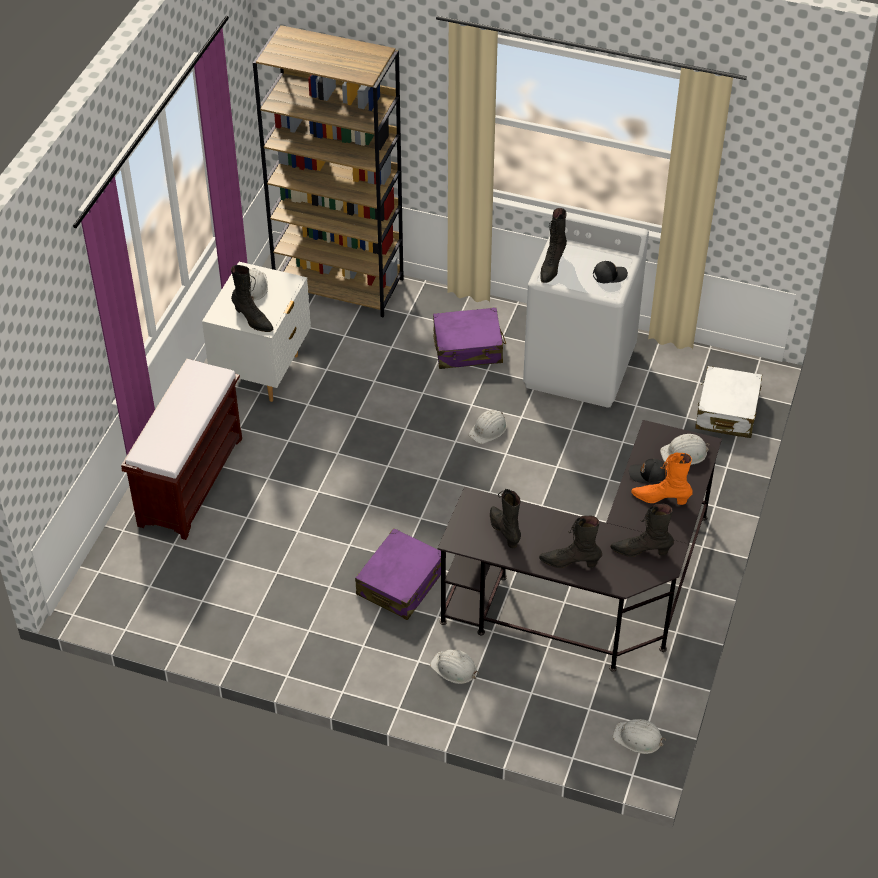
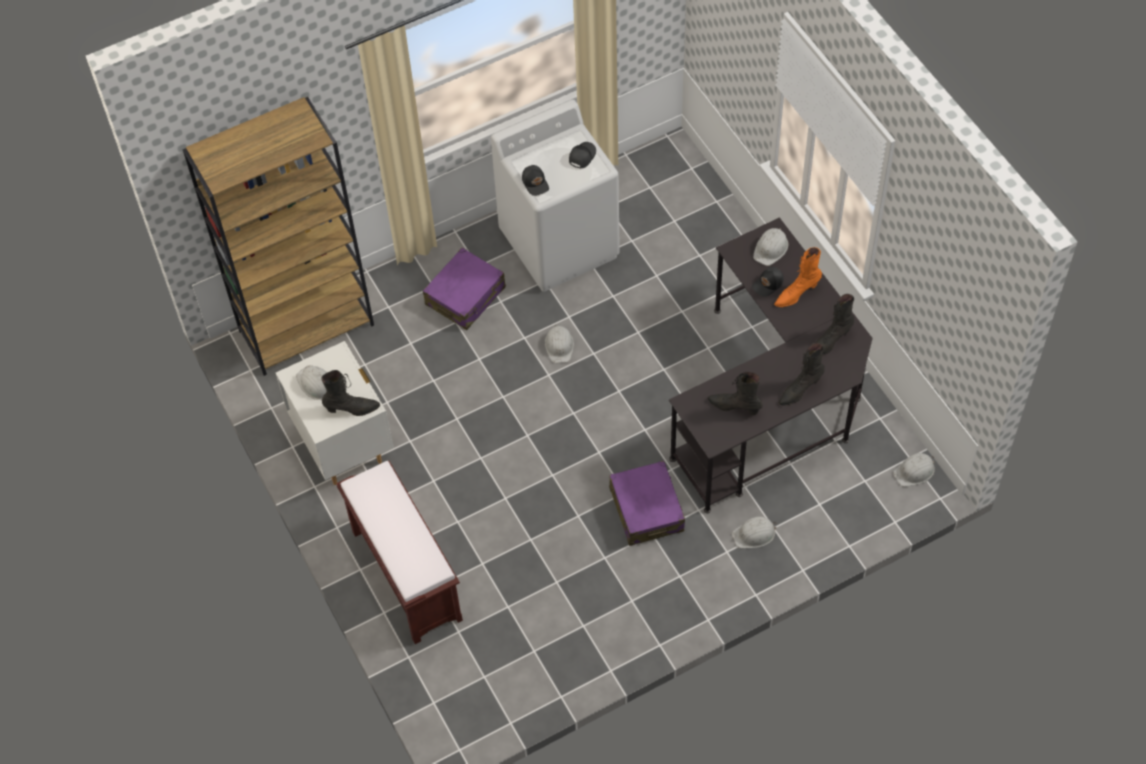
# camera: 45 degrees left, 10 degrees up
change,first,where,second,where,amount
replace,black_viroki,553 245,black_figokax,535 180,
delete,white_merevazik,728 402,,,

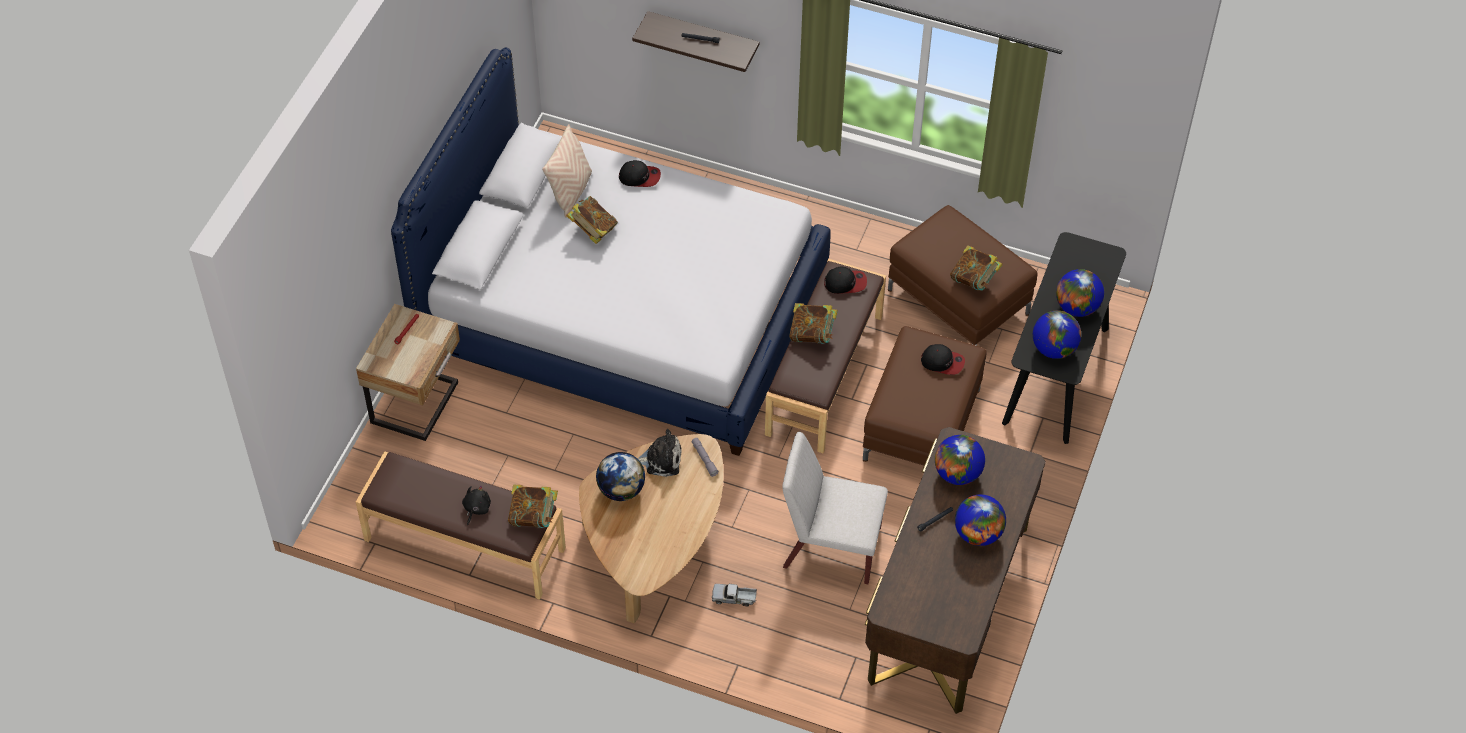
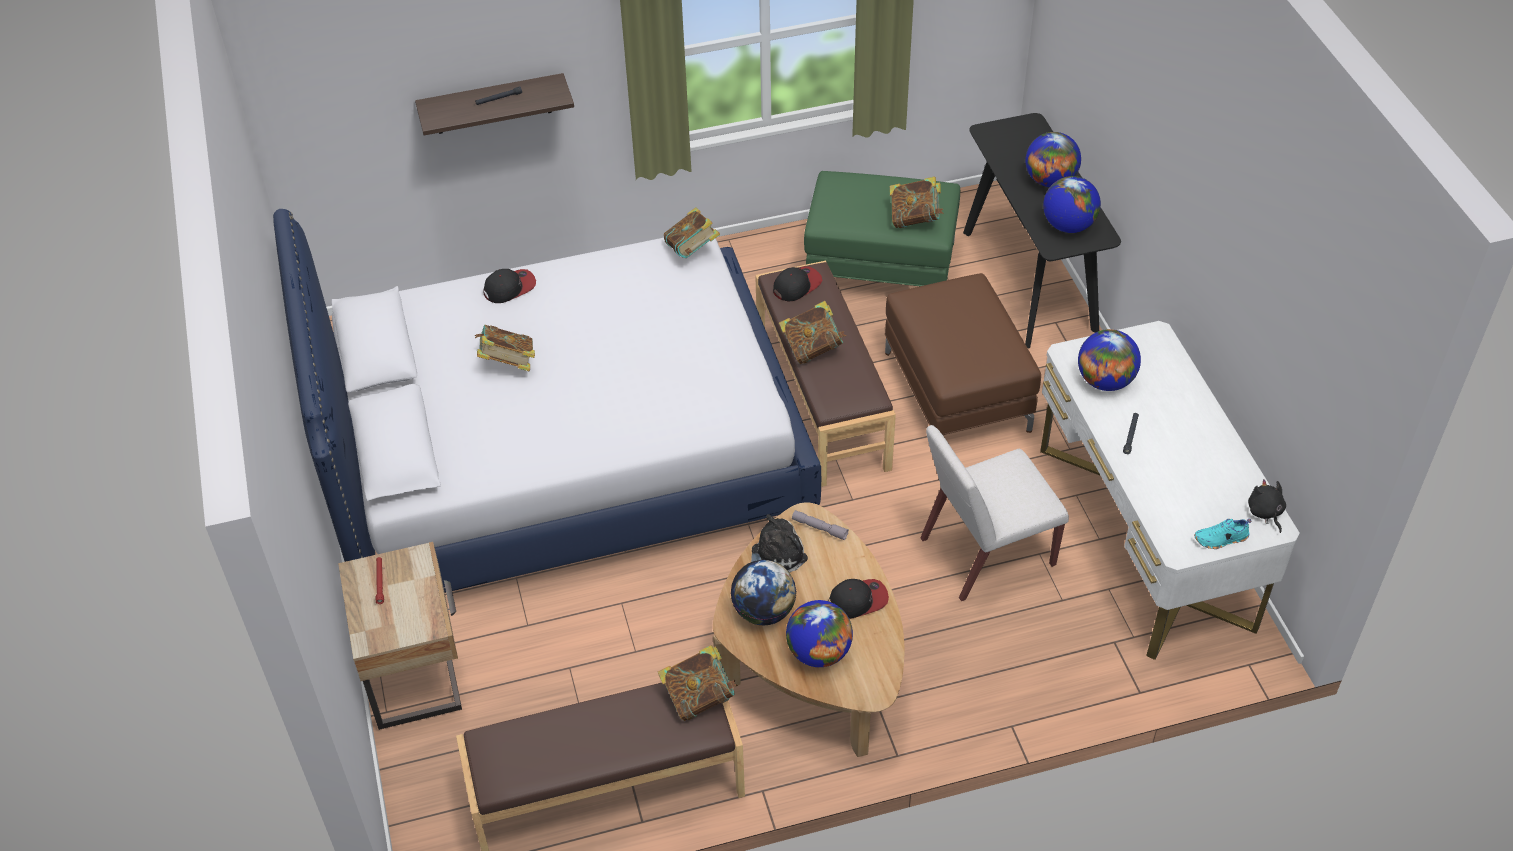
# camera: 35 degrees left, 5 degrees down
change,first,where,second,where,amount
insert,,,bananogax,692 232,
move,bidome,980 520,,819 633,
recolor,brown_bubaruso,962 275,green_bubaruso,882 228,
move,figokax,943 359,,859 599,
recolor,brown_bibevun,955 570,white_bibevun,1170 490,
insert,,,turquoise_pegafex,1223 534,
move,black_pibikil,476 505,,1267 506,
delete,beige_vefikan,567 171,,,
delete,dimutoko,734 595,,,

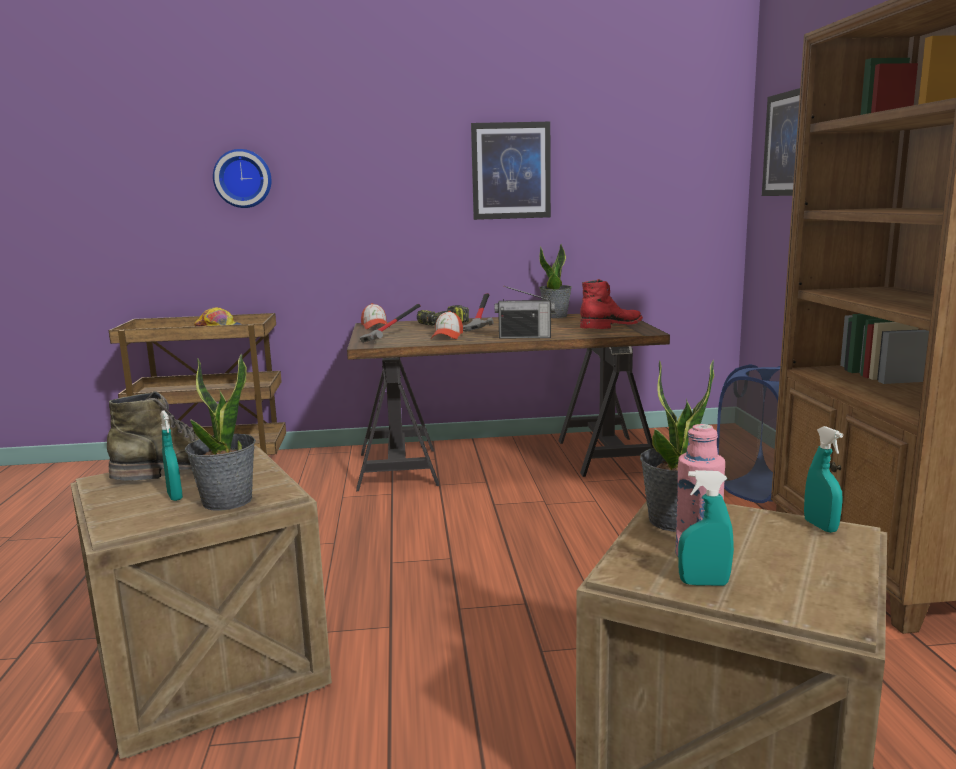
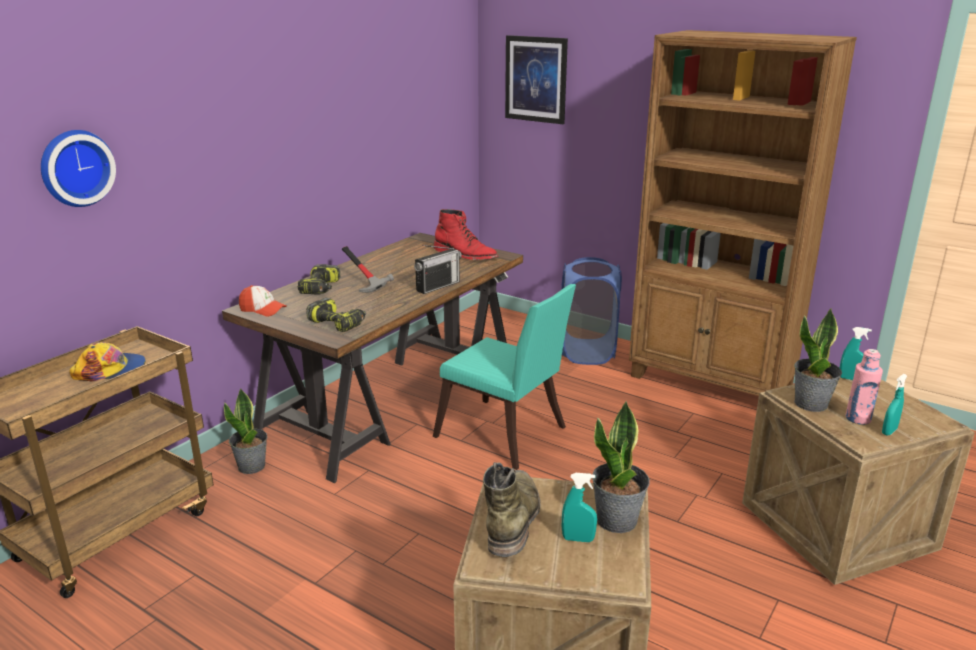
# camera: 50 degrees left, 10 degrees up
change,first,where,second,where,amount
move,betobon,555 280,,245 431,
replace,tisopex,390 323,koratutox,336 315,
insert,,,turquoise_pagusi,504 377,
rotate,red_viroki,611 304,,466 234,120 degrees clockwise
delete,figokax,447 325,,,
delete,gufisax,511 171,,,

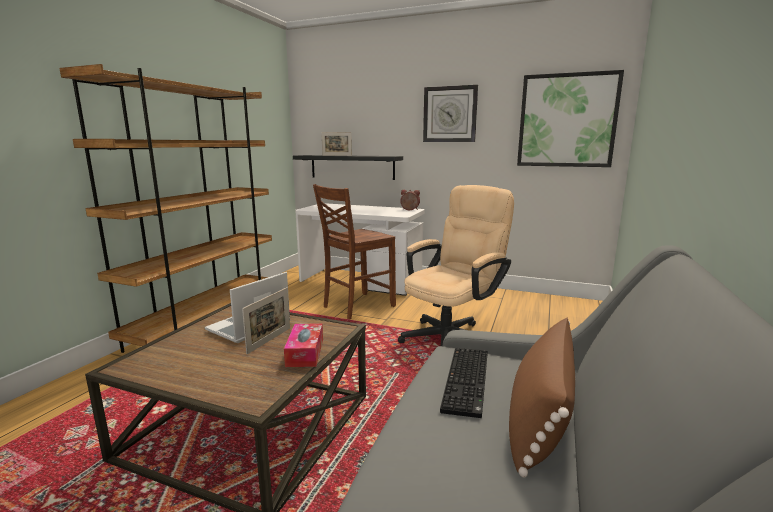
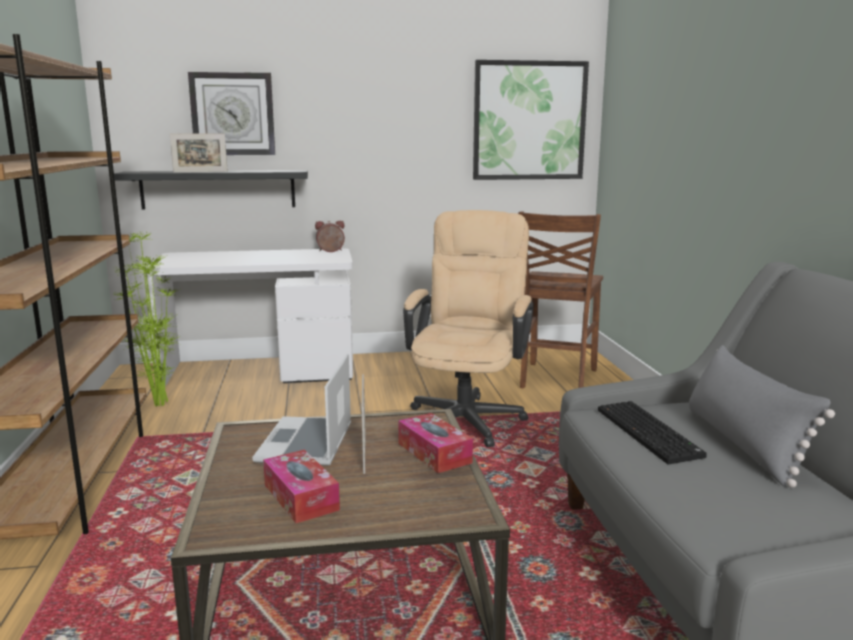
# camera: 30 degrees left, 0 degrees up
change,first,where,second,where,amount
insert,,,betobon,146 319,
move,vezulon,450 113,,231 113,
insert,,,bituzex,301 486,
move,brown_pagusi,354 252,,560 299,
recolor,brown_vefikan,542 398,grey_vefikan,762 416,

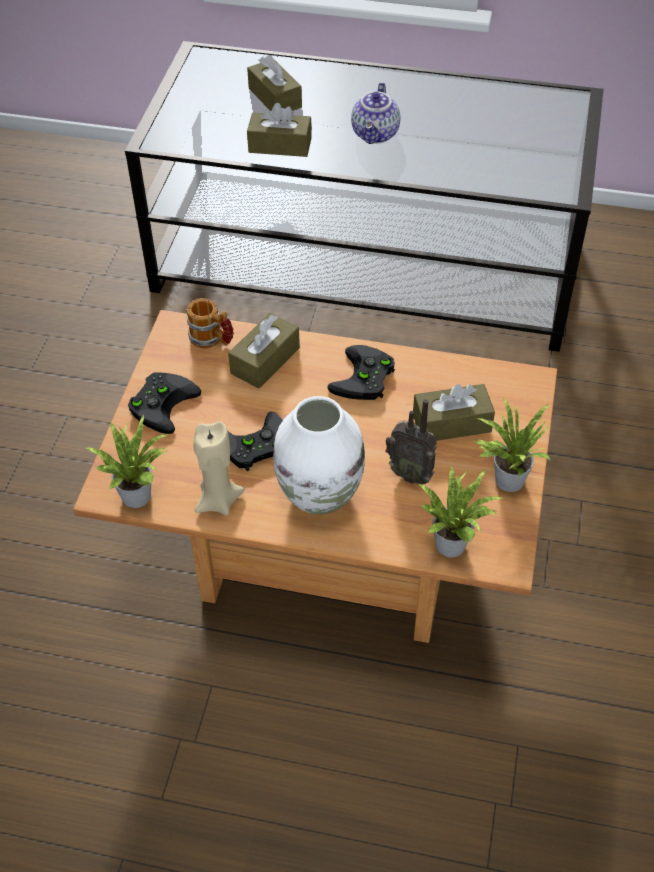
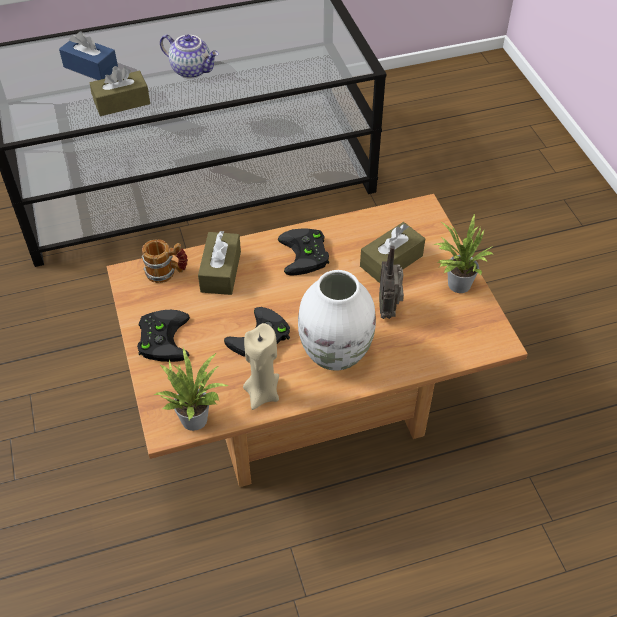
# camera: 30 degrees left, 0 degrees up
change,first,where,second,where,amount
recolor,brown_bituzex,274 83,blue_bituzex,88 55,
rotate,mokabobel,375 113,,189 56,45 degrees counterclockwise
rotate,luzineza,411 441,,391 282,90 degrees clockwise
delete,betobon,460 511,,,

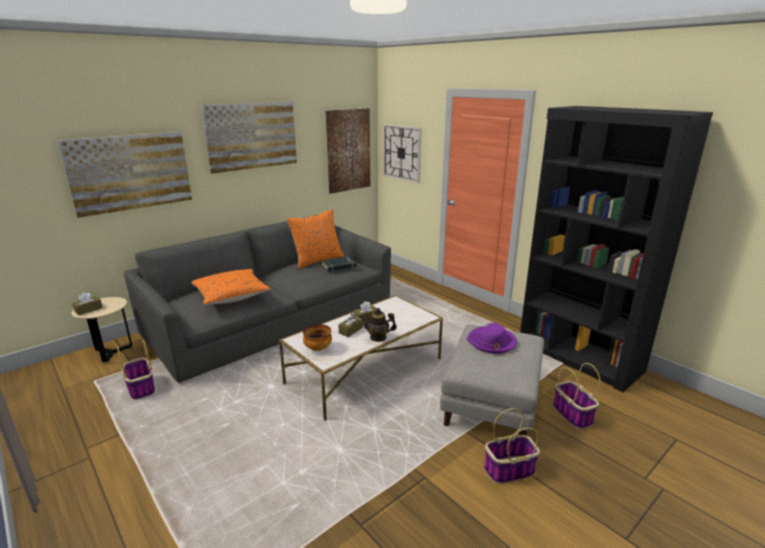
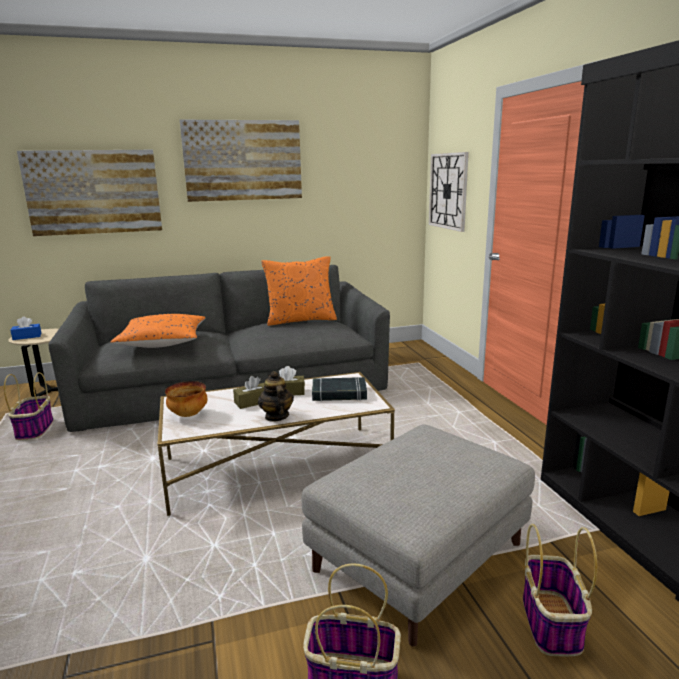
# camera: 25 degrees right, 5 degrees down
change,first,where,second,where,amount
recolor,brown_bituzex,87 303,blue_bituzex,25 328,
rotate,mokabobel,378 325,,276 396,45 degrees clockwise
move,black_bananogax,338 264,,339 389,
delete,gufisax,347 151,,,
delete,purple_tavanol,492 338,,,

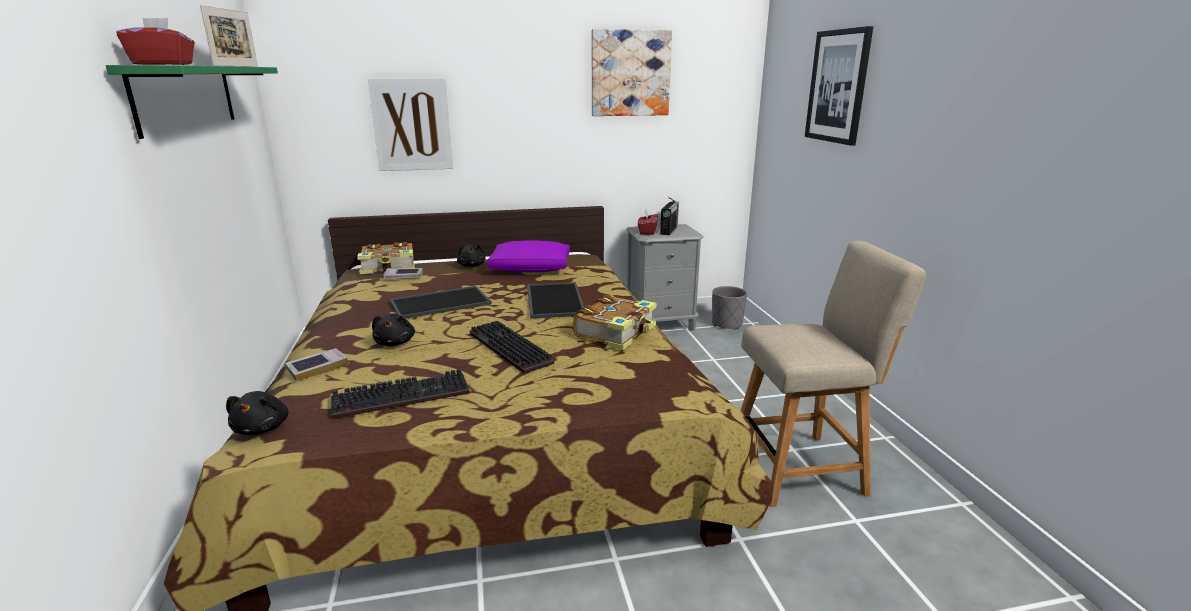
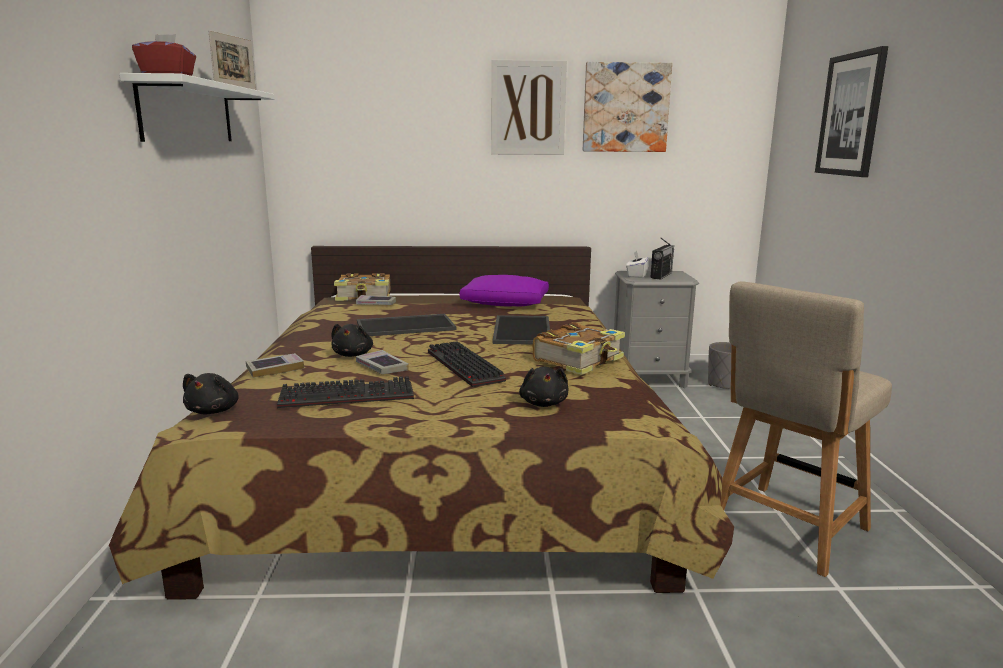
# camera: 10 degrees right, 5 degrees down
change,first,where,second,where,amount
recolor,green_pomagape,192 102,white_pomagape,197 107,
insert,,,bananogax,382 362,
move,gufisax,410 124,,529 107,
move,black_pibikil,471 256,,544 387,
recolor,red_bituzex,648 222,white_bituzex,638 264,
rotate,beige_pagusi,833 374,,806 429,135 degrees clockwise

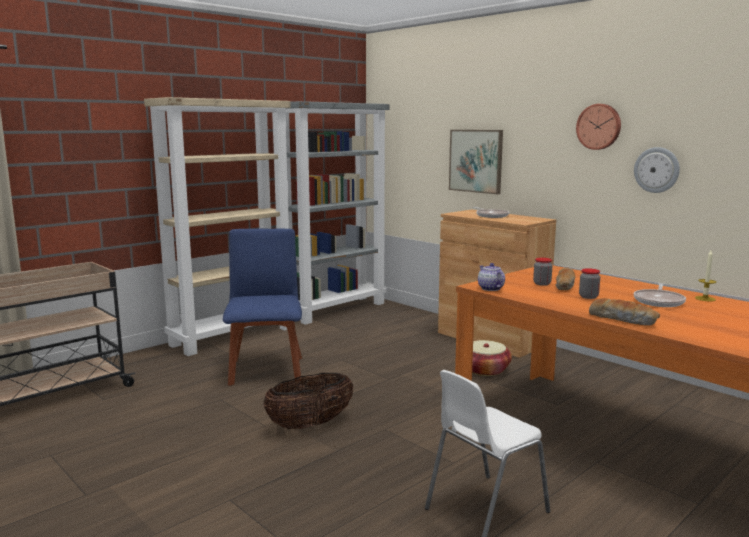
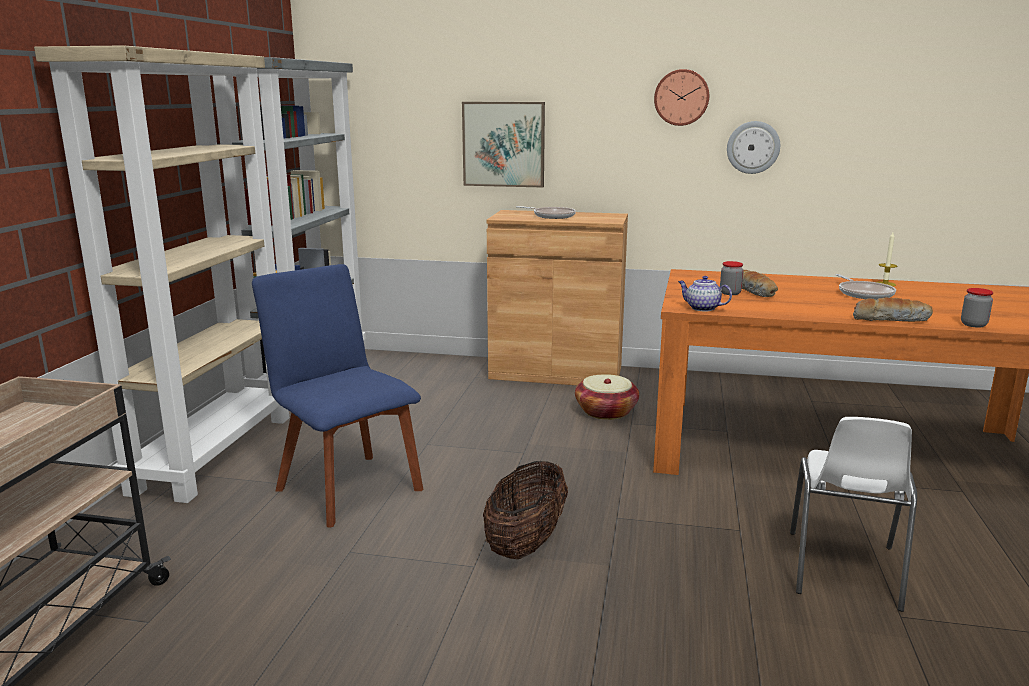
# camera: 35 degrees left, 5 degrees up
change,first,where,second,where,amount
move,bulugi,589 283,,977 308,

